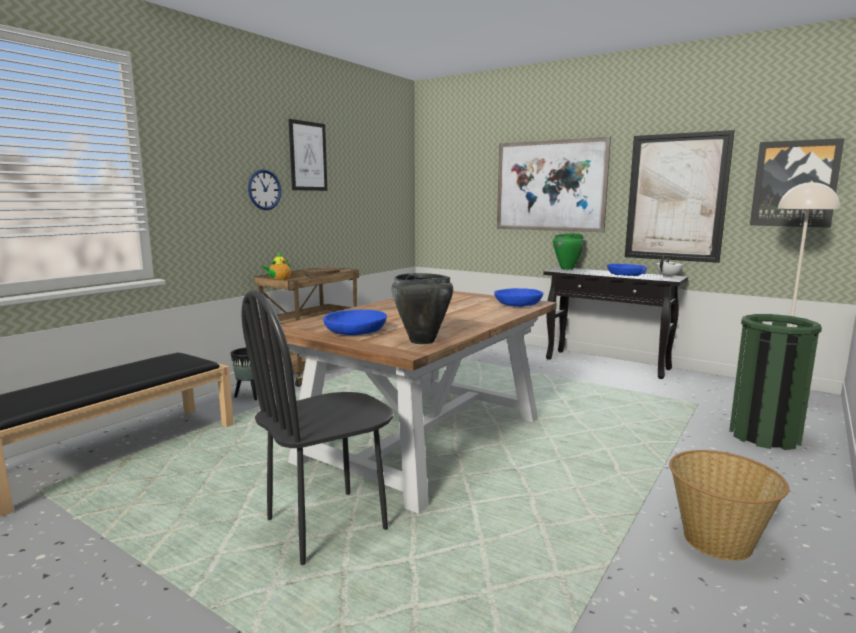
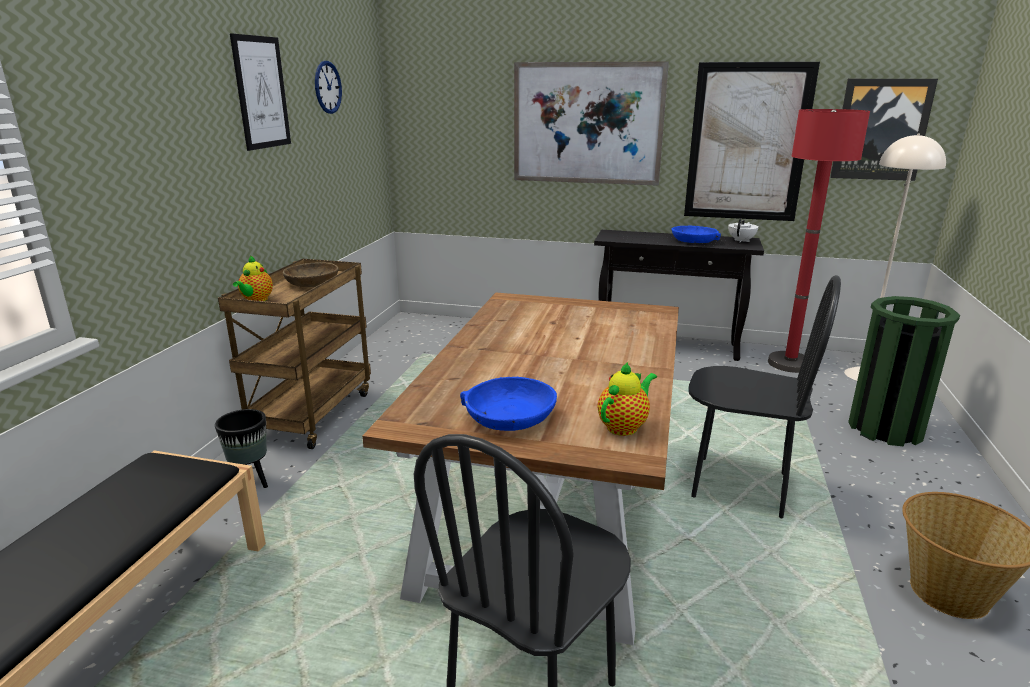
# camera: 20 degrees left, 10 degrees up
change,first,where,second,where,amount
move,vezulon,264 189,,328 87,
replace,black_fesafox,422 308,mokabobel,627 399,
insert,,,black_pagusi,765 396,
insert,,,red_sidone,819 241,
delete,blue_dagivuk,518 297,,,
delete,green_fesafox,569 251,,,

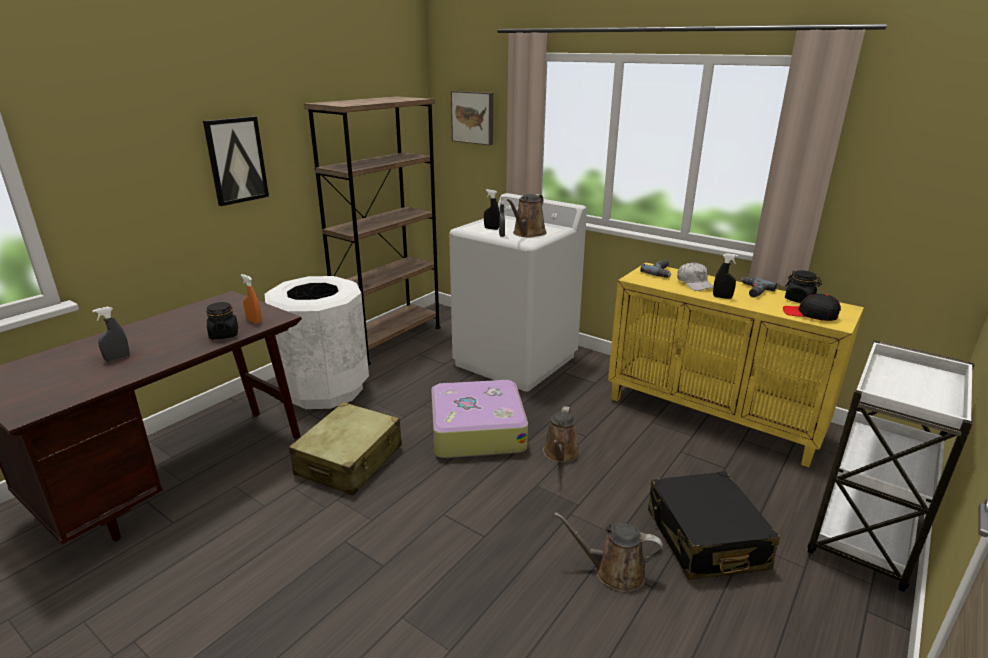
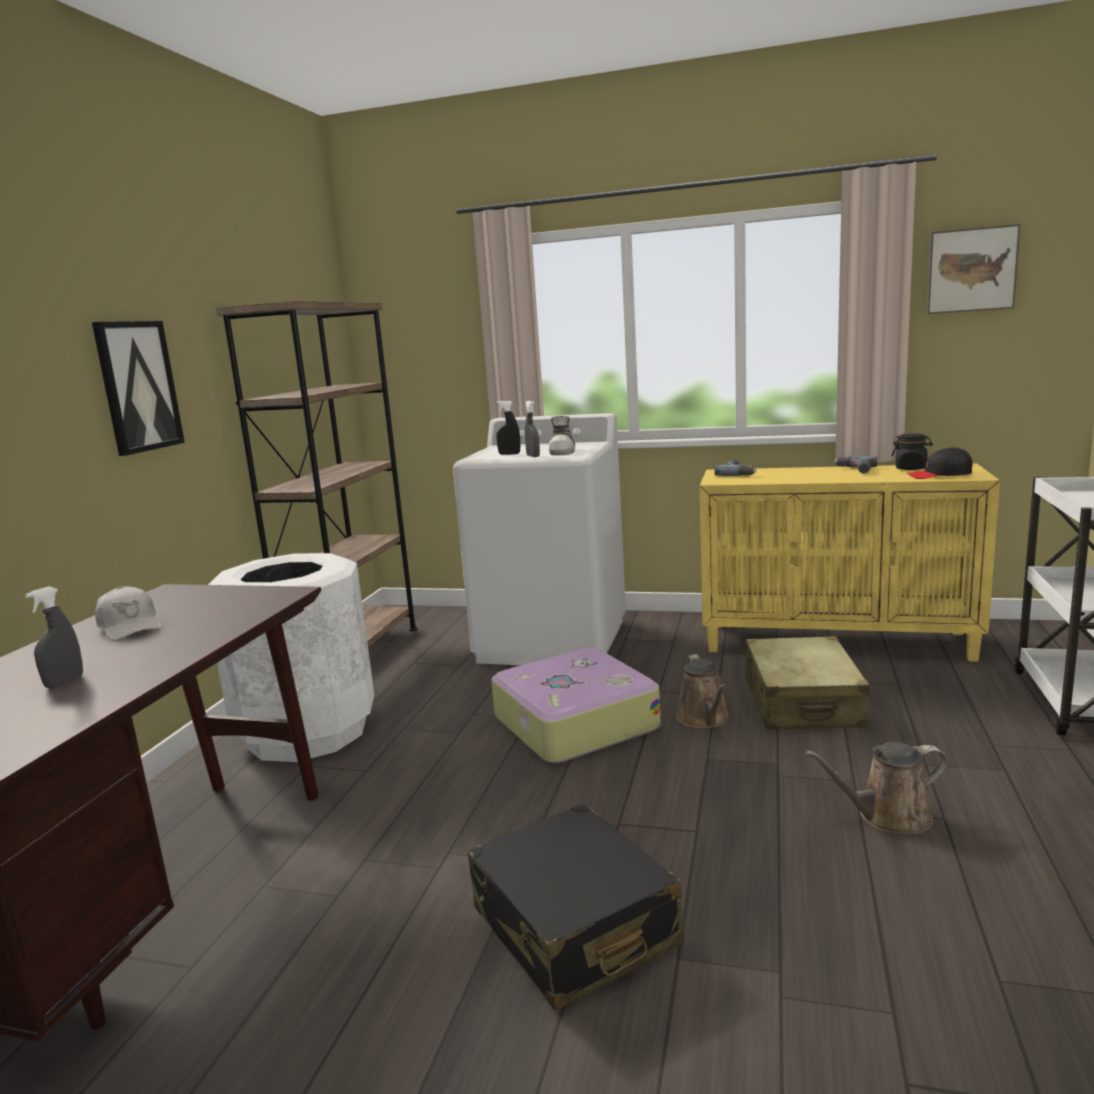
# camera: 20 degrees left, 10 degrees down
change,first,where,second,where,amount
move,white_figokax,695 276,,128 613,
move,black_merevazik,714 525,,576 907,
replace,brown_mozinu,527 215,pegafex,562 435,
move,beige_merevazik,345 448,,807 682,
move,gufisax,472 118,,973 269,
delete,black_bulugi,222 320,,,
delete,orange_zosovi,251 299,,,
delete,black_zosovi,725 276,,,

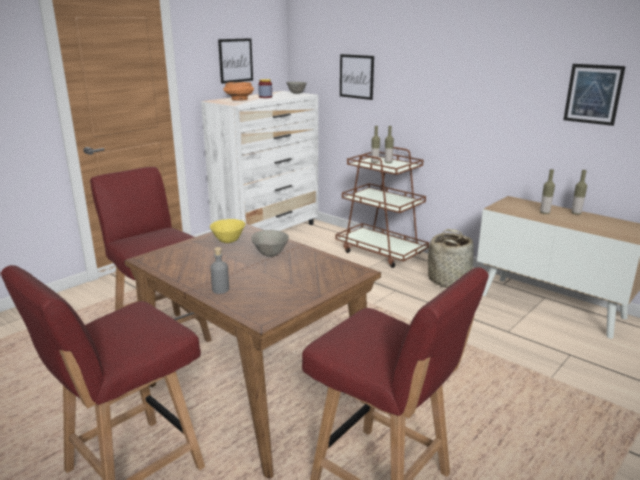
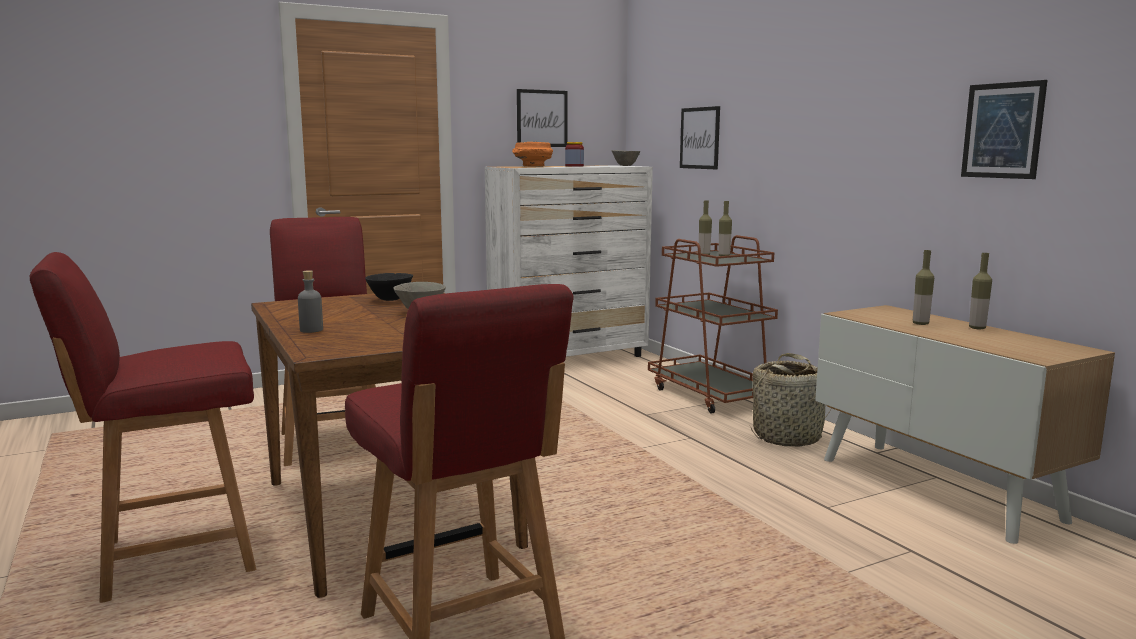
# camera: 20 degrees right, 10 degrees down
change,first,where,second,where,amount
recolor,yellow_dagivuk,227 231,black_dagivuk,389 287,

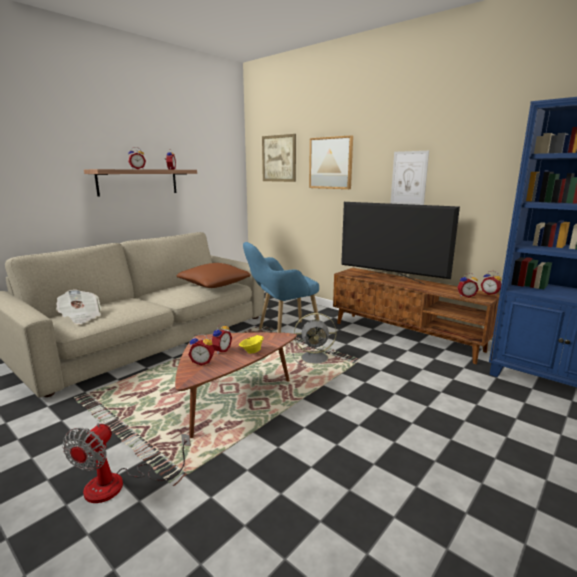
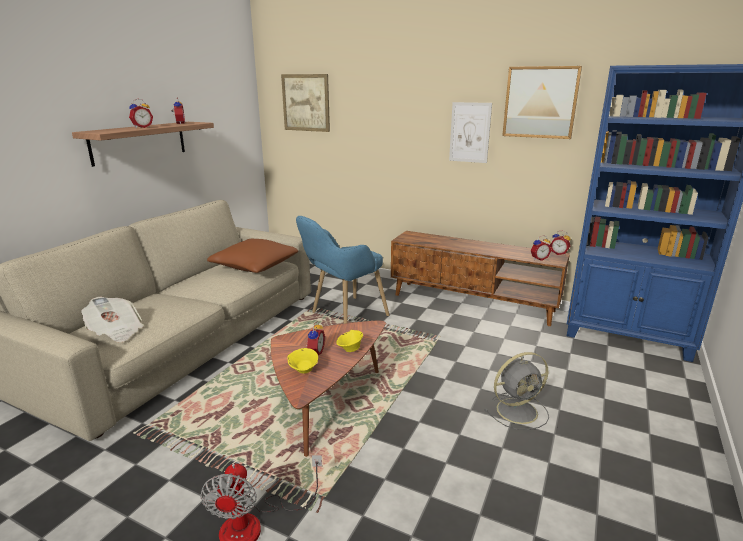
# camera: 15 degrees left, 5 degrees up
change,first,where,second,where,amount
replace,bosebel,201 350,yellow_dagivuk,303 361,
move,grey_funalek,314 339,,517 391,
move,gufisax,331 162,,542 102,
delete,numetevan,400 243,,,

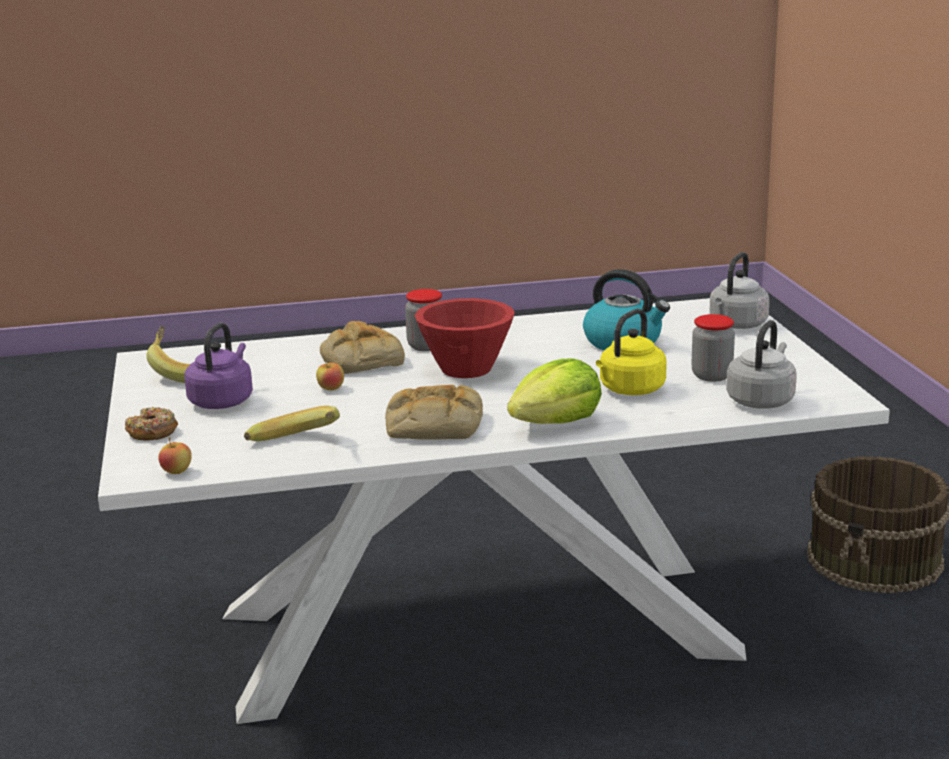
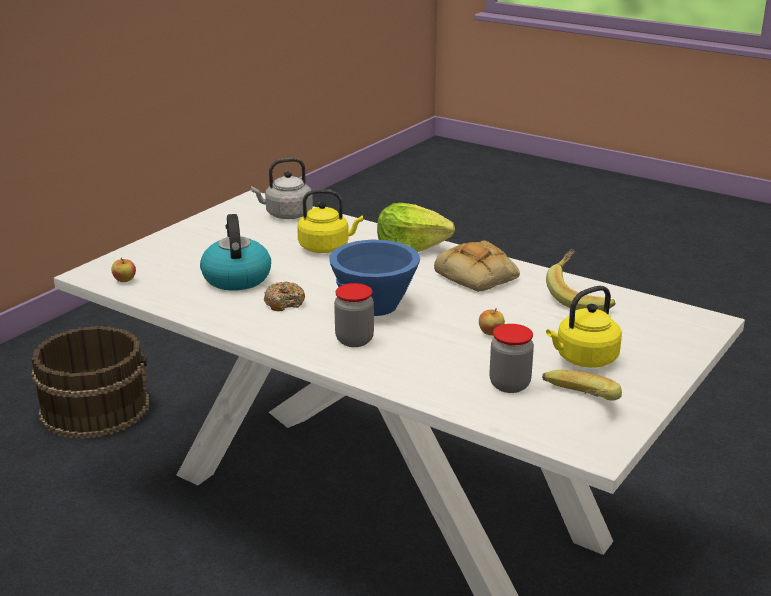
# camera: 135 degrees left, 5 degrees up
change,first,where,second,where,amount
move,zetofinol,175 455,,123 270,
move,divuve,151 424,,284 296,
recolor,red_dagivuk,465 338,blue_dagivuk,374 277,
move,bulugi,713 348,,511 358,
recolor,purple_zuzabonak,218 366,yellow_zuzabonak,584 327,
delete,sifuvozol,362 347,,,
delete,grey_zuzabonak,739 290,,,

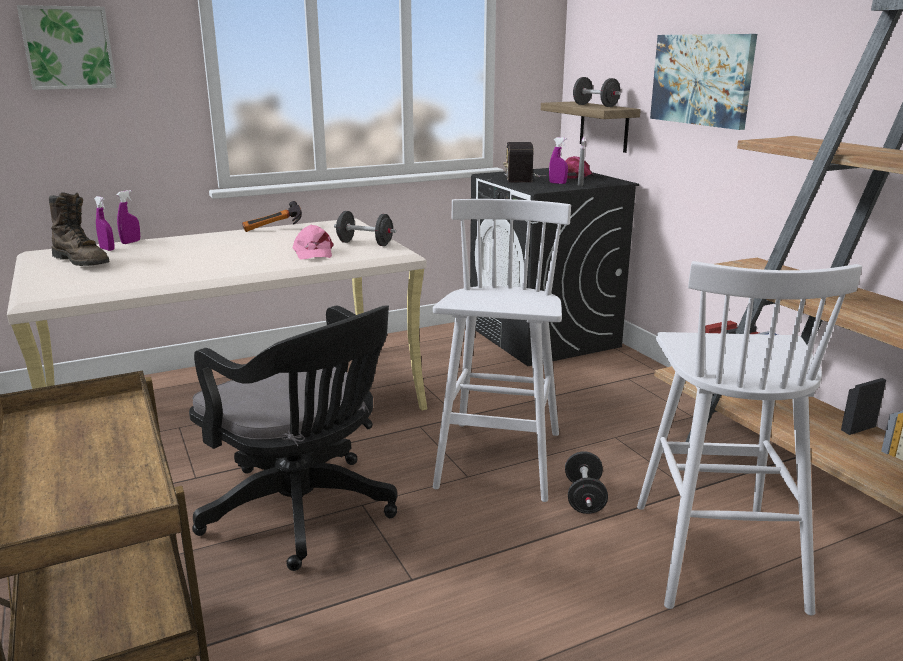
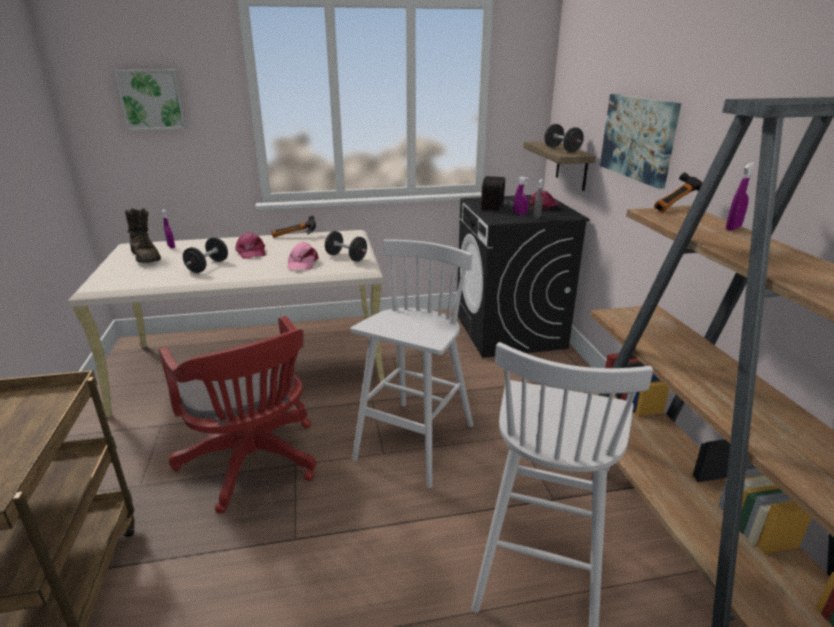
# camera: 15 degrees right, 5 degrees up
change,first,where,second,where,amount
recolor,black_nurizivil,293 438,red_nurizivil,237 415,
move,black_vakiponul,586 482,,205 255,
insert,,,pink_figokax,250 245,
insert,,,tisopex,678 192,
move,purple_zosovi,128 217,,741 196,

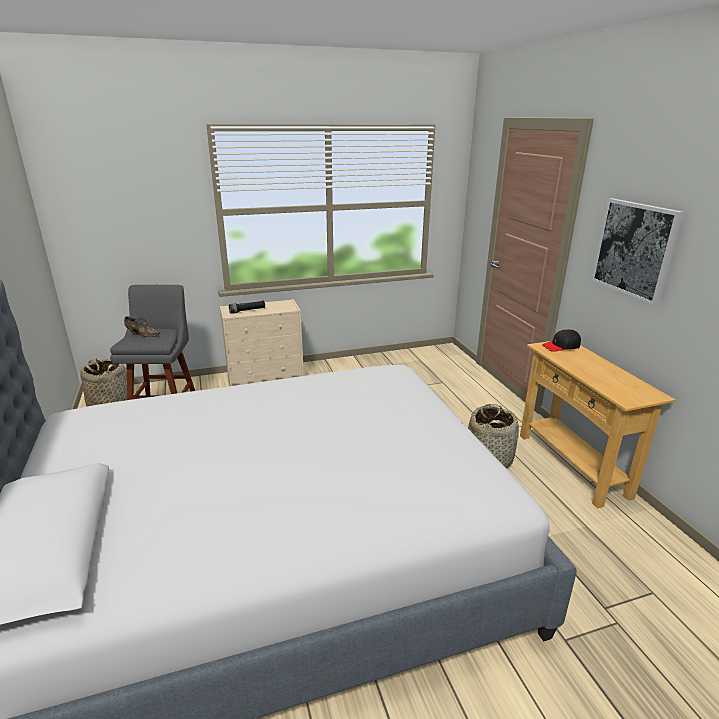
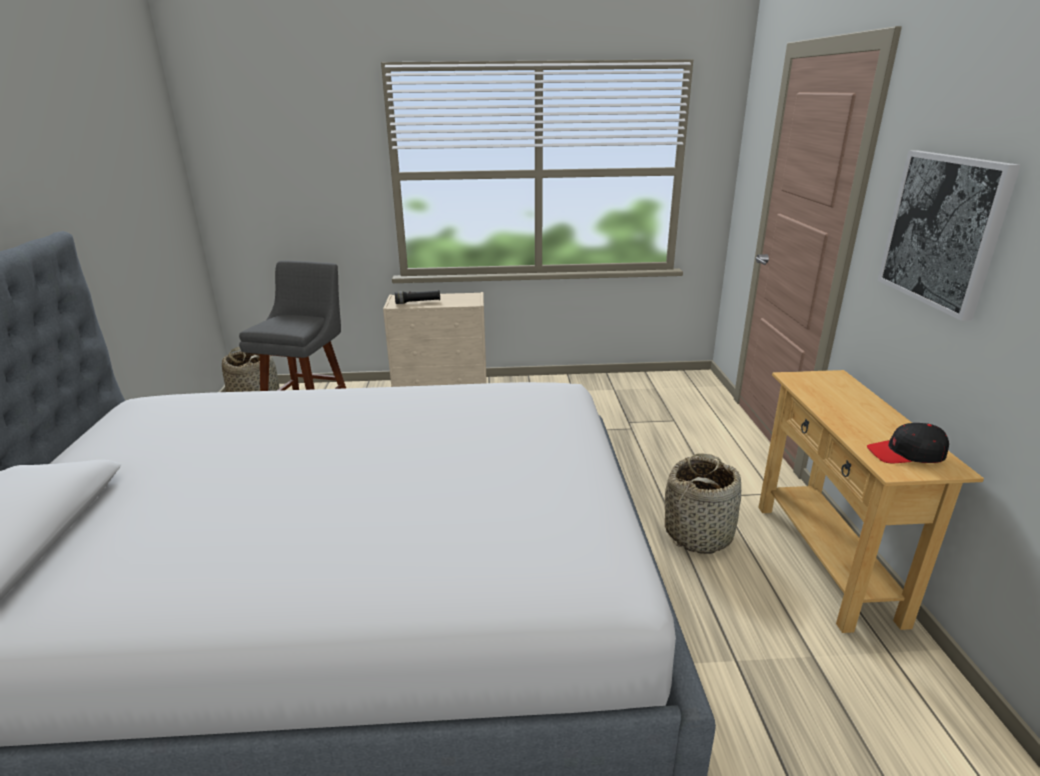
# camera: 15 degrees right, 0 degrees up
change,first,where,second,where,amount
move,black_figokax,561 340,,908 443,
delete,brown_pegafex,142 327,,,

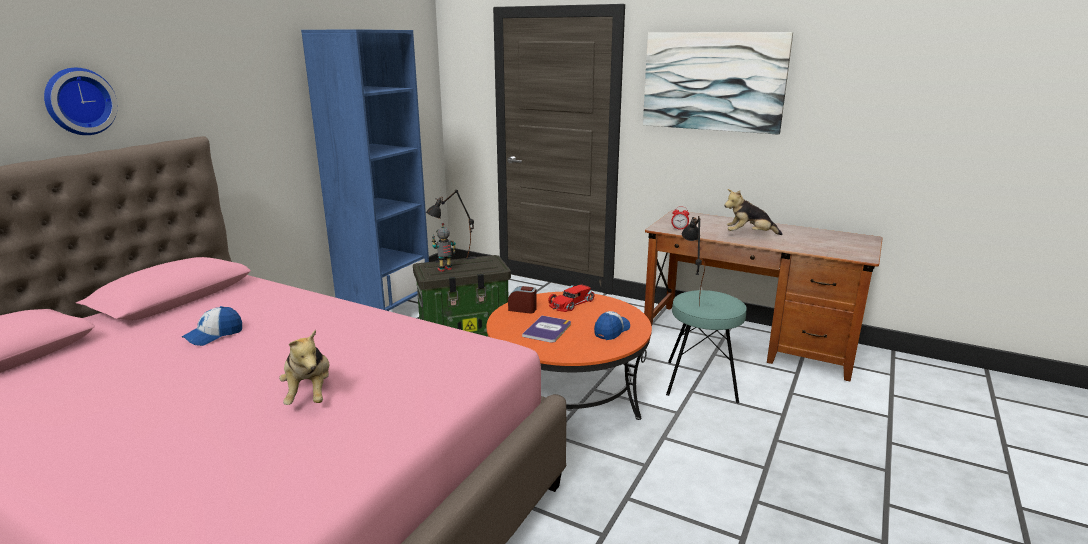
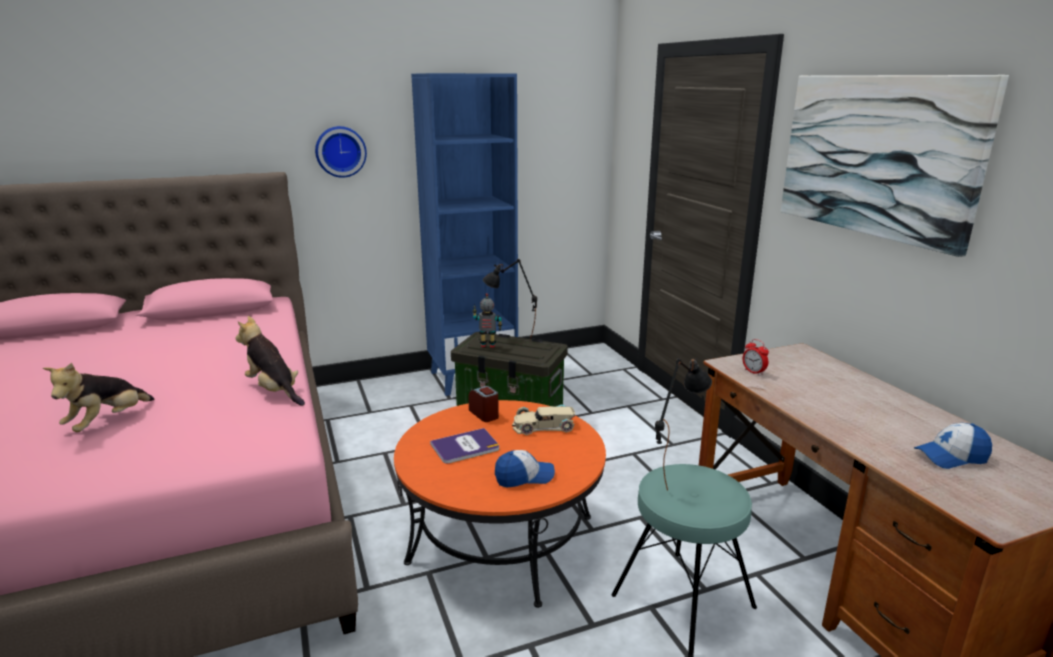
# camera: 40 degrees right, 0 degrees up
change,first,where,second,where,amount
move,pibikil,753 212,,270 361,
move,vezulon,81 101,,341 152,
recolor,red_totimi,571 298,beige_totimi,543 419,
move,figokax,212 326,,953 446,

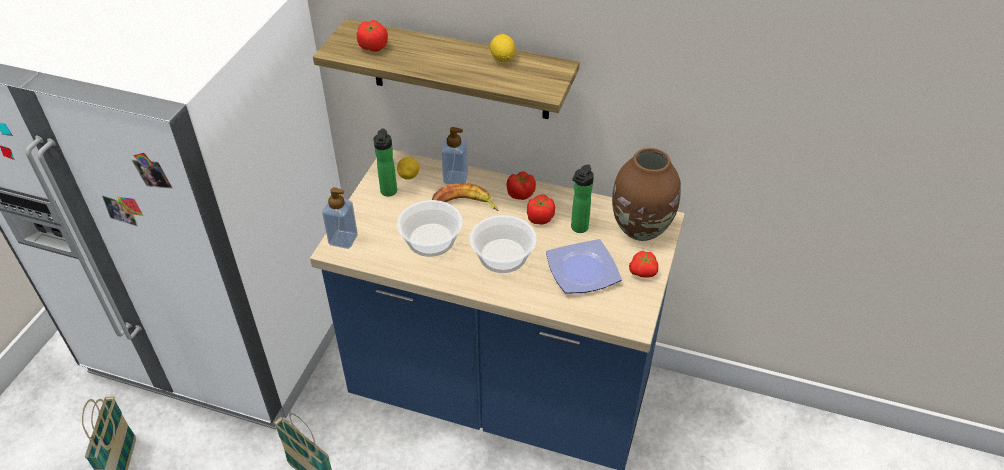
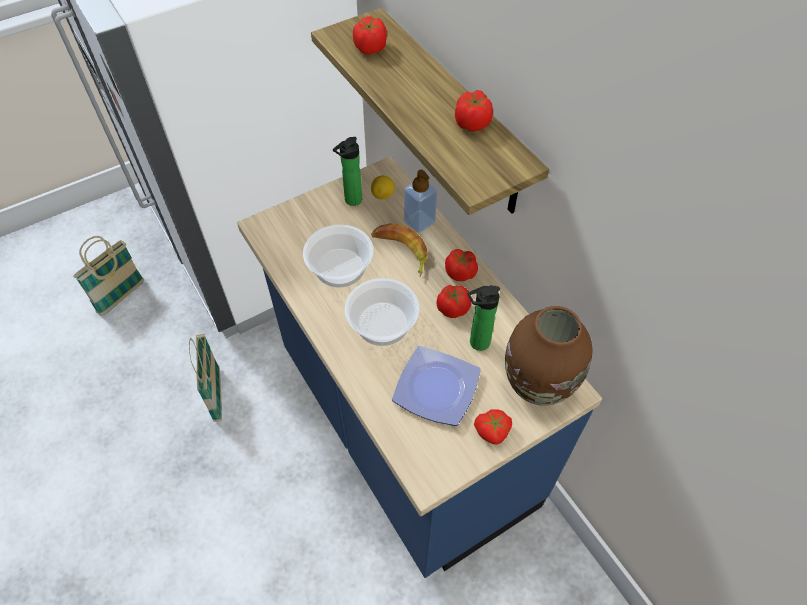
# camera: 40 degrees right, 10 degrees up
change,first,where,second,where,amount
replace,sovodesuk,502 48,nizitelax,474 111,
delete,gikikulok,340 218,,,

